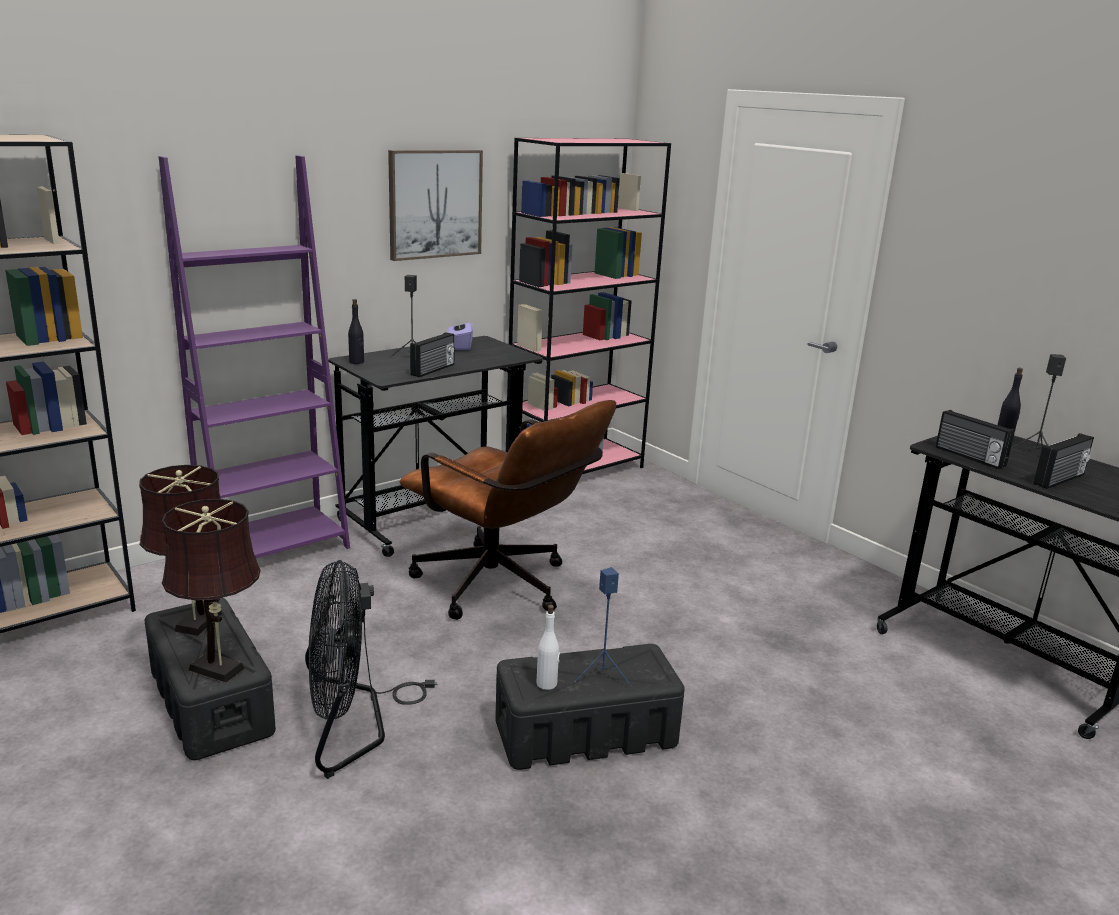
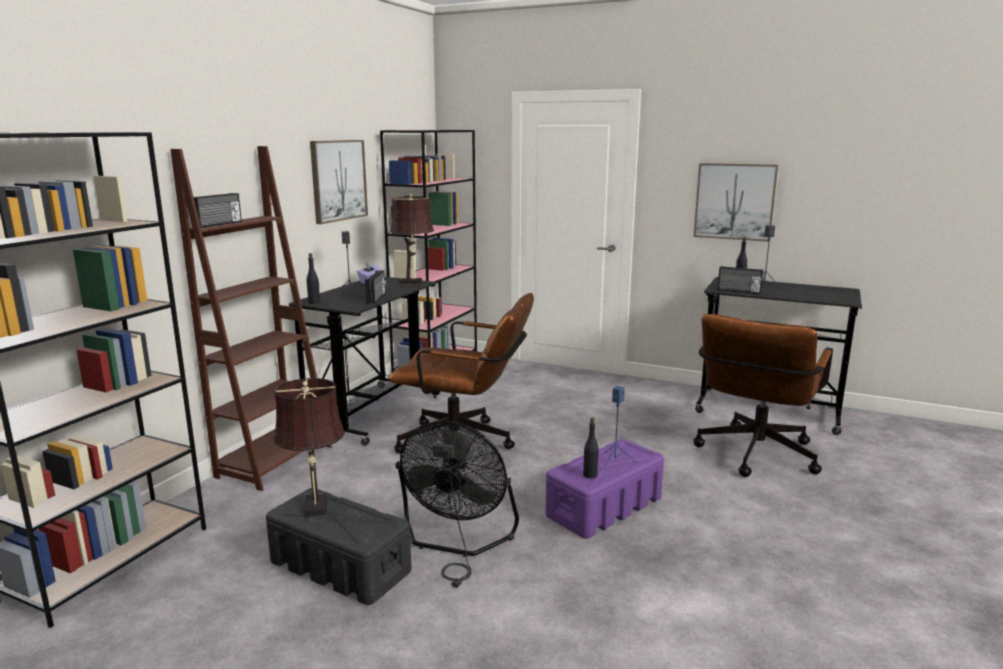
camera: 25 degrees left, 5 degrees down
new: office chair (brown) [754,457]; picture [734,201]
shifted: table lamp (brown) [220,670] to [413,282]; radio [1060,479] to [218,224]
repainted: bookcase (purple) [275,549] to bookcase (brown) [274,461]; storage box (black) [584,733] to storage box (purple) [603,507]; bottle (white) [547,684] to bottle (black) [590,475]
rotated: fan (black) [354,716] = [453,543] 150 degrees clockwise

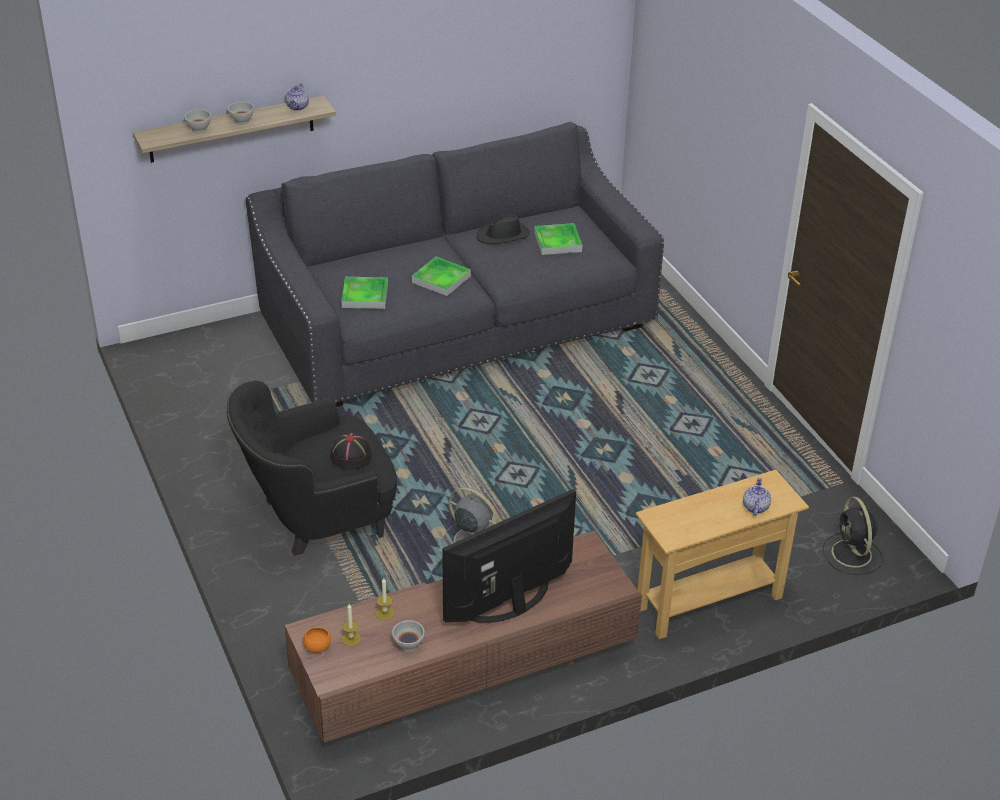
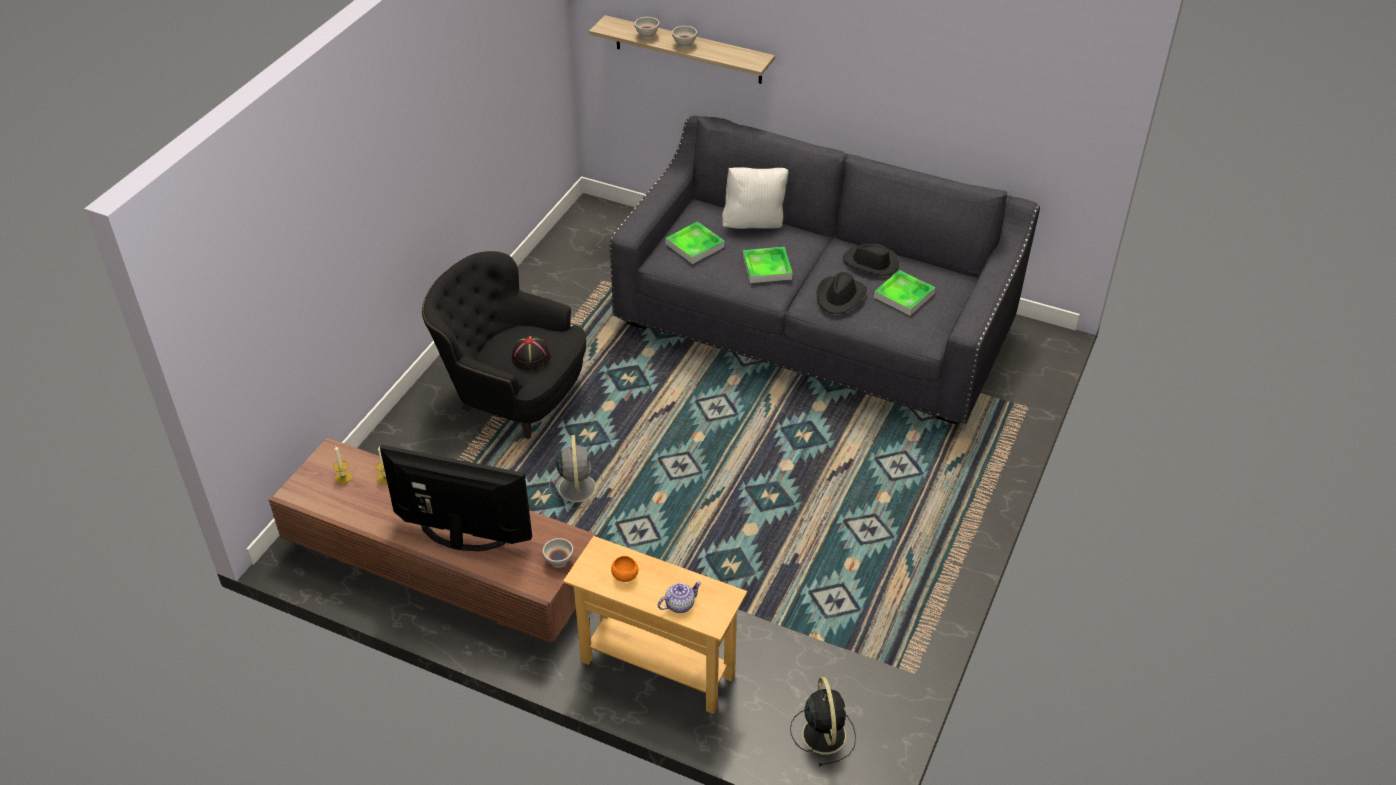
camera: 50 degrees right, 5 degrees up
gone: teapot [297,107]
new: pillow (white) [754,224]; hat (black) [840,296]
shifted: bowl (orange) [317,648] to [625,576]; bowl (white) [408,644] to [559,560]
rotated: fan (black) [852,555] = [823,733] 135 degrees clockwise

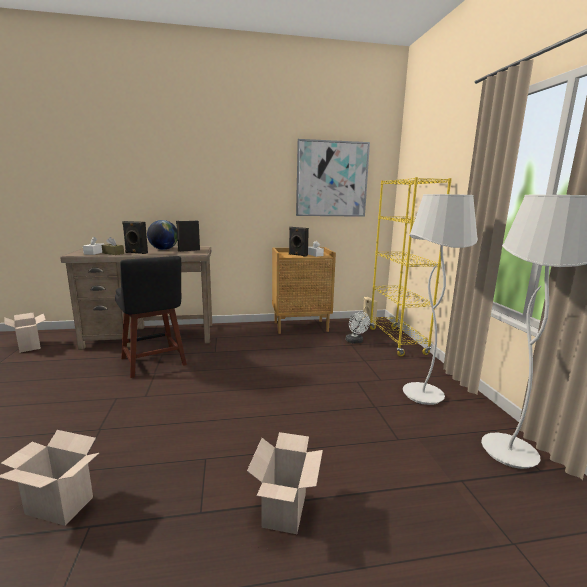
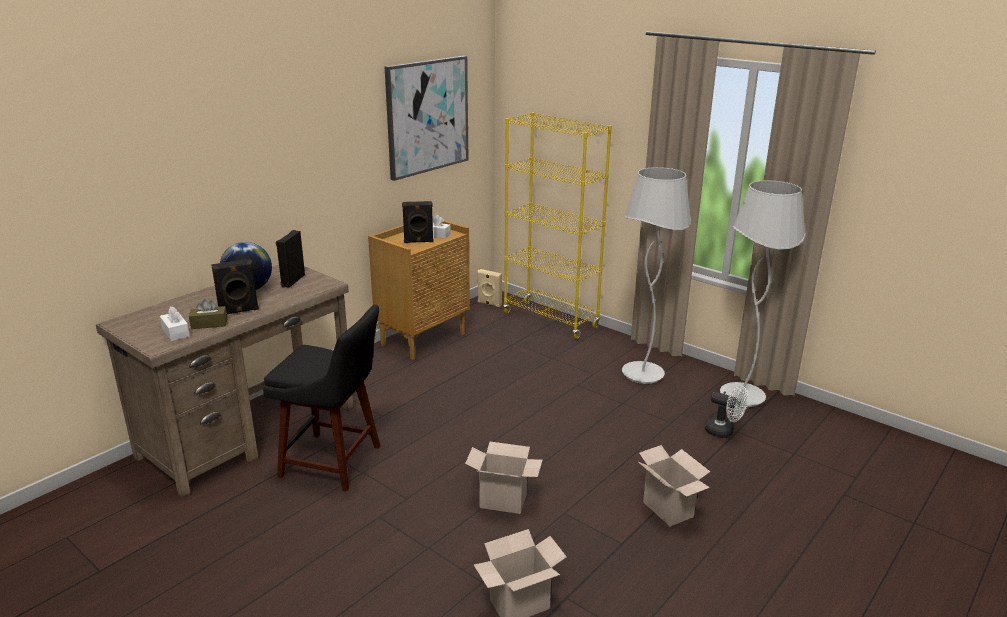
camera: 40 degrees left, 10 degrees up
shifted: cardboard box [30,346] to [505,500]; fan (white) [355,341] to [724,432]

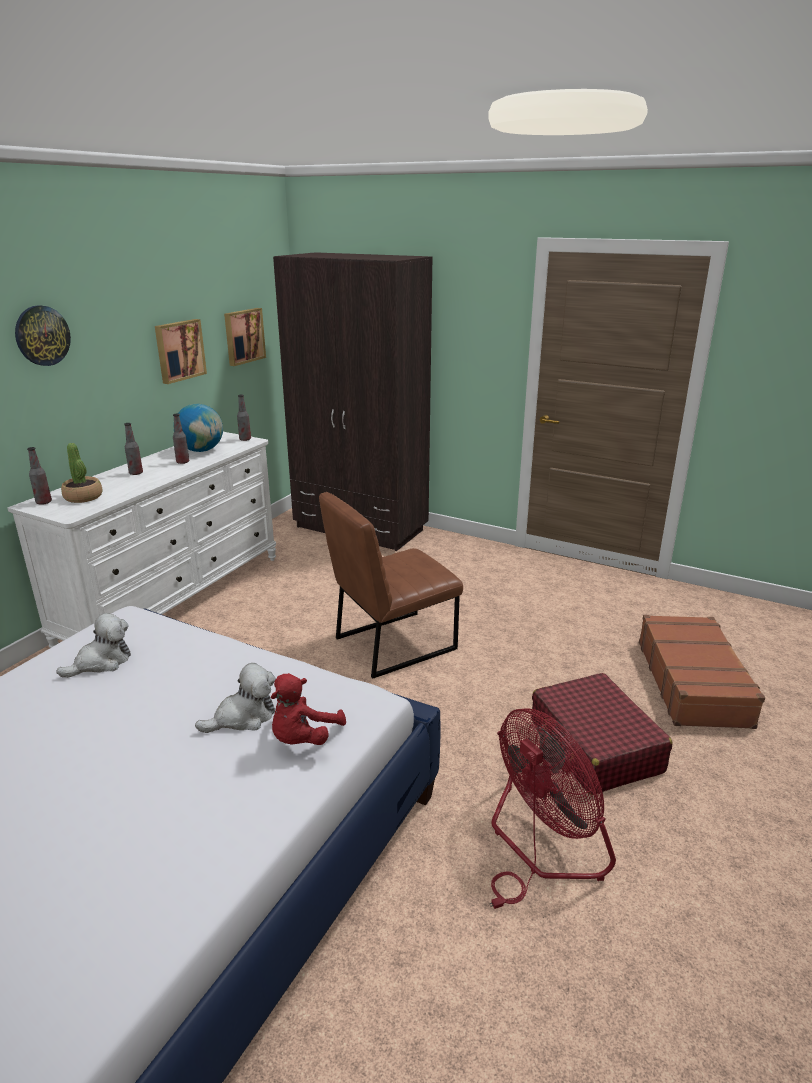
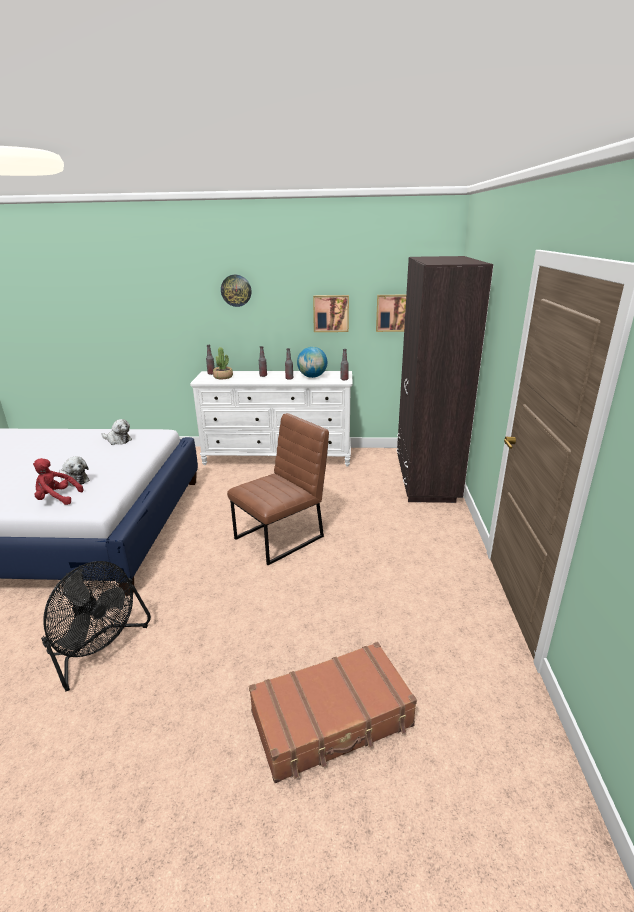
camera: 65 degrees right, 0 degrees up
gone: suitcase (red) [595,746]
repainted: fan (red) [534,846] to fan (black) [94,650]
rotated: chair (brown) [392,644] = [281,536] 105 degrees clockwise

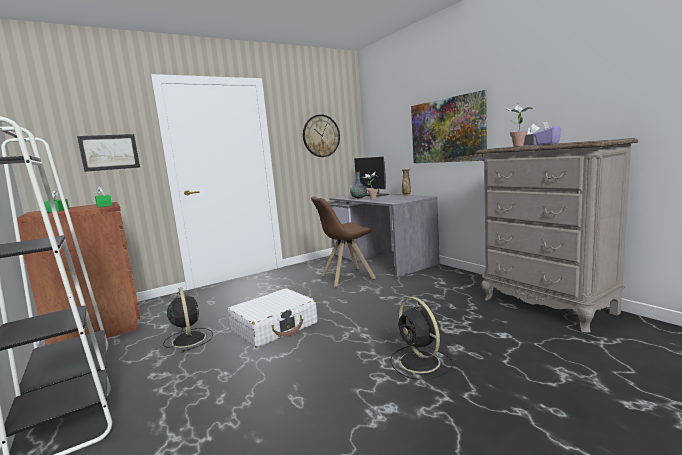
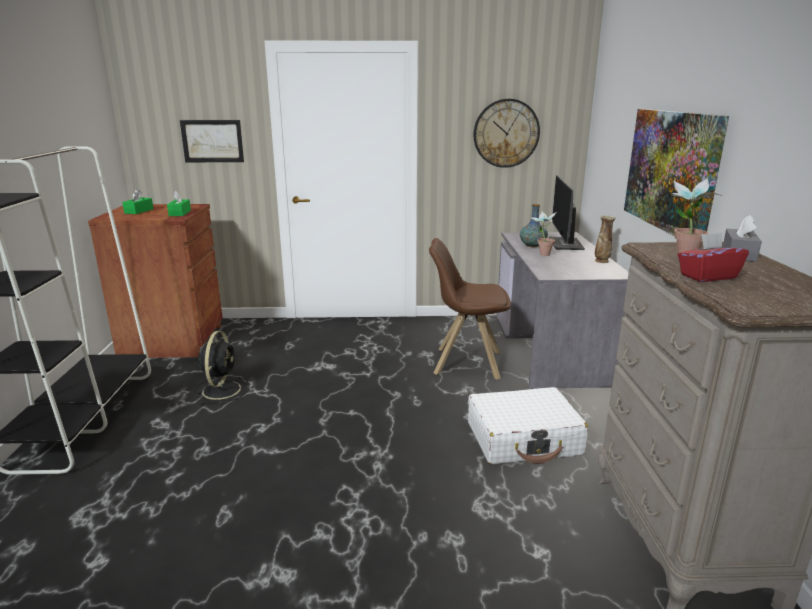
camera: 30 degrees right, 10 degrees up
gone: fan (black) [421,363]
shifted: suitcase (white) [275,327] to [524,439]
repainted: tissue box (purple) [547,144] to tissue box (red) [707,276]

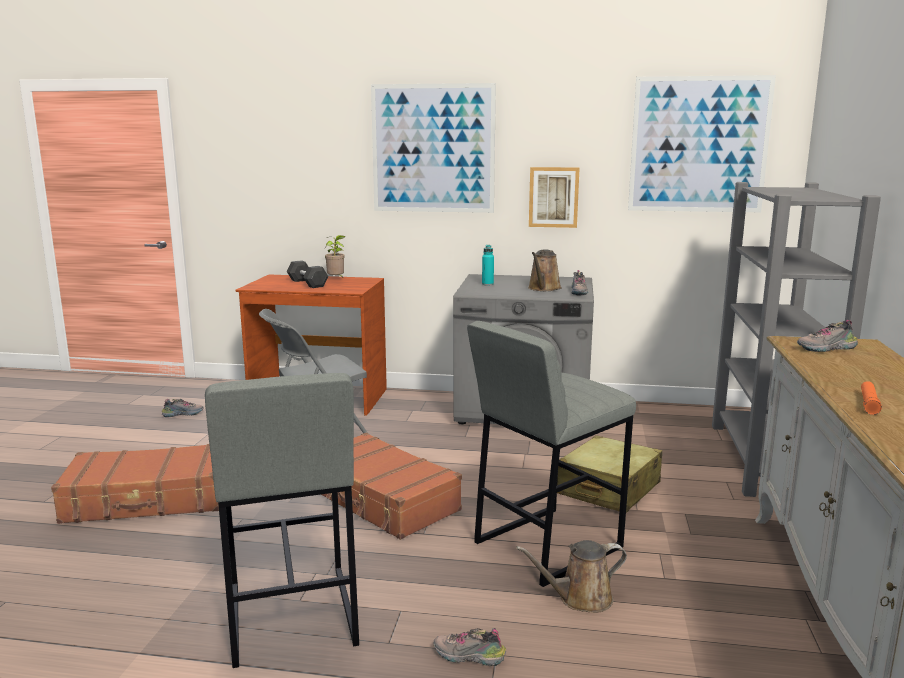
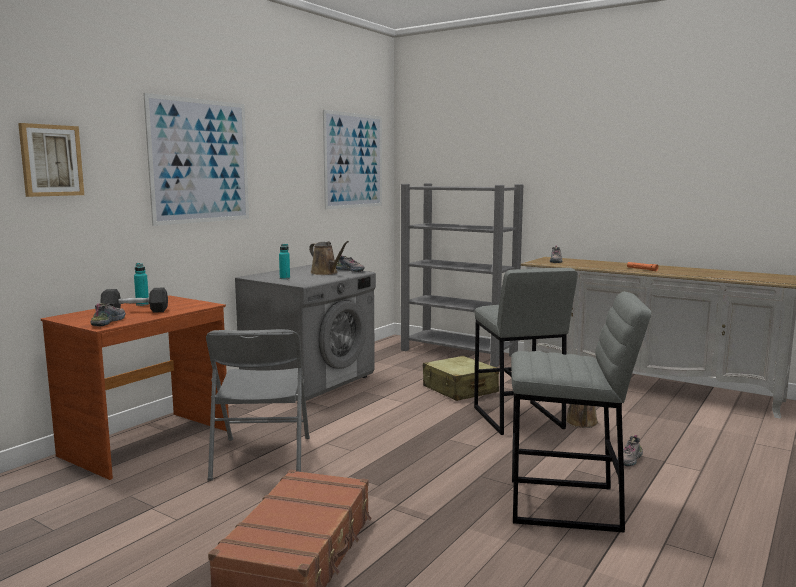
camera: 65 degrees left, 5 degrees down
gone: suitcase (brown) [381,500]
shifted: shoe [183,414] to [108,322]; picture [553,197] to [51,160]
swapped: potted plant [336,280] to bottle (turquoise) [142,304]

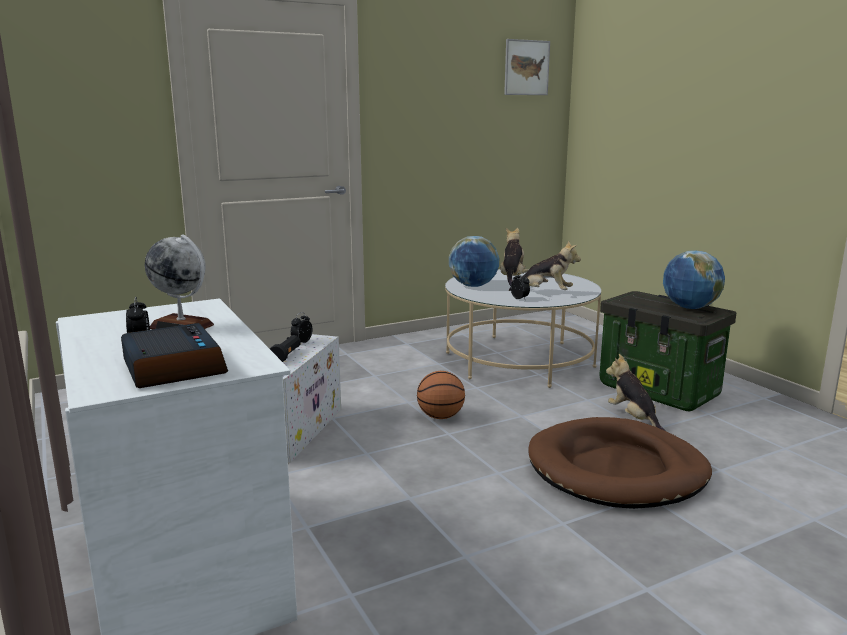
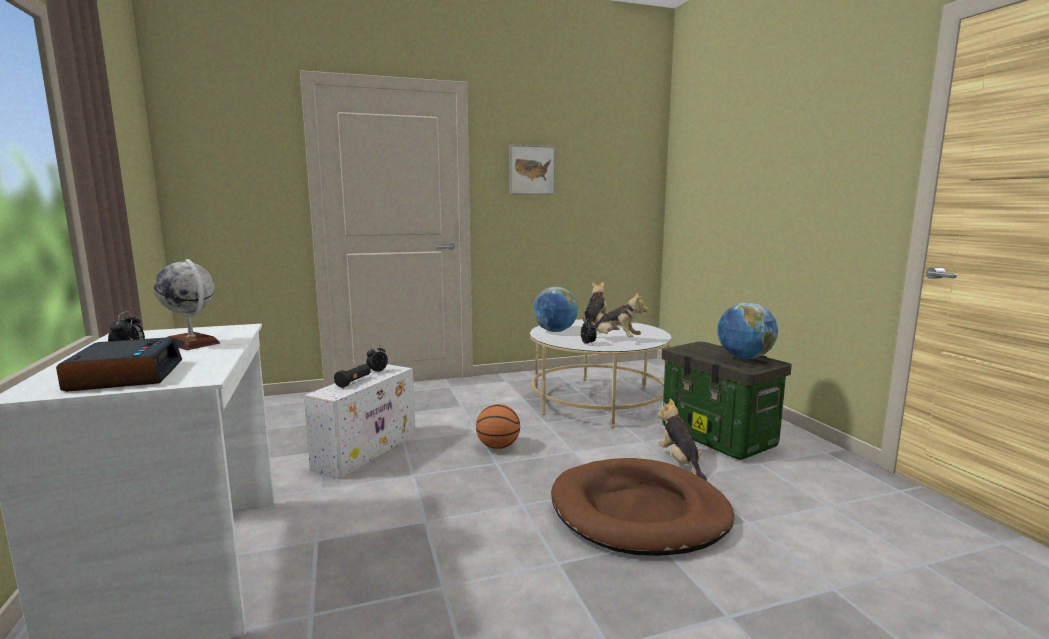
camera: 10 degrees right, 5 degrees down
shifted: picture [526,67] to [532,170]

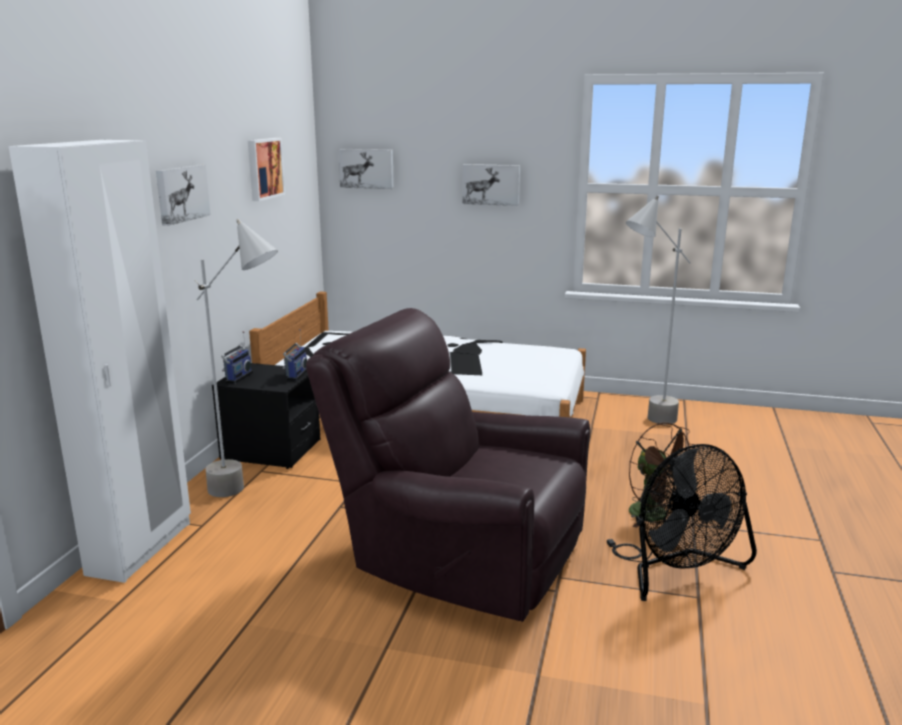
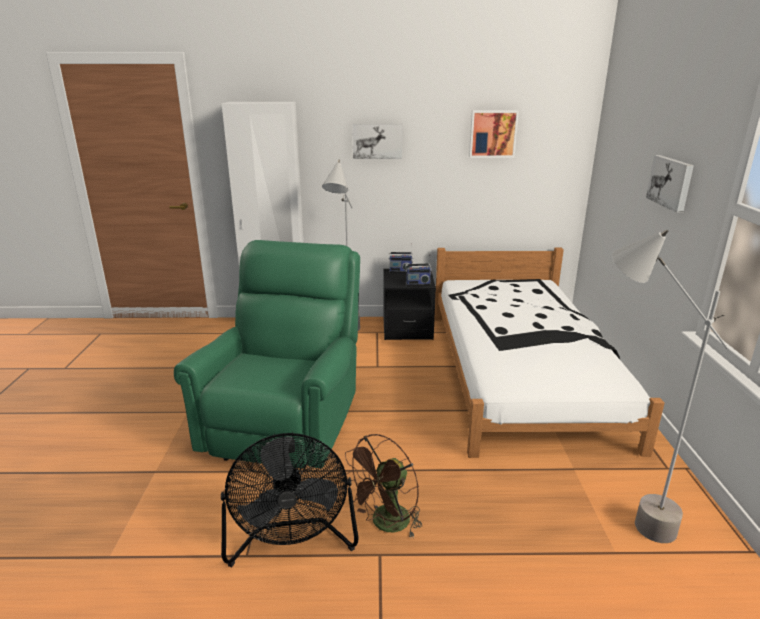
camera: 75 degrees right, 5 degrees up
gone: picture [367,168]
repainted: armchair (brown) [457,558] to armchair (green) [286,421]
rotated: fan (black) [673,571] = [287,538] 60 degrees counterclockwise

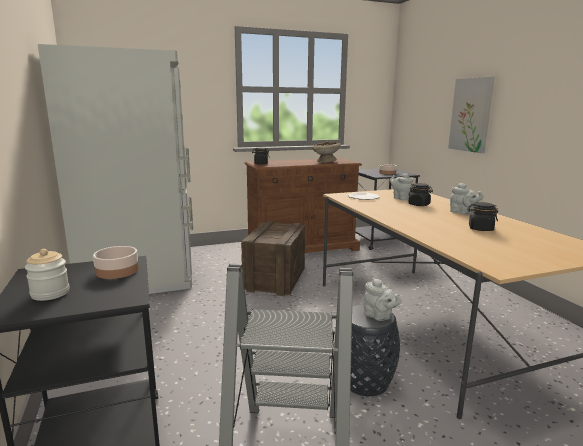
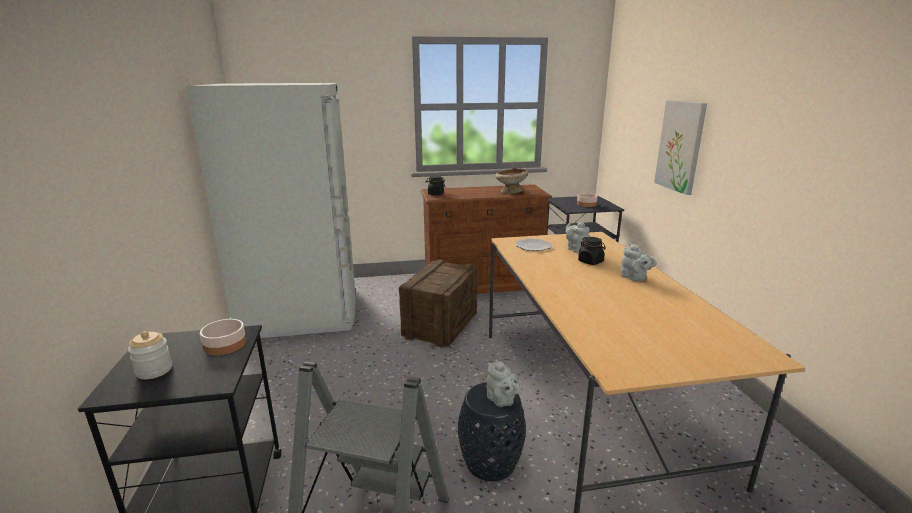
camera: 10 degrees right, 5 degrees up
gone: jar (black) [480,229]

